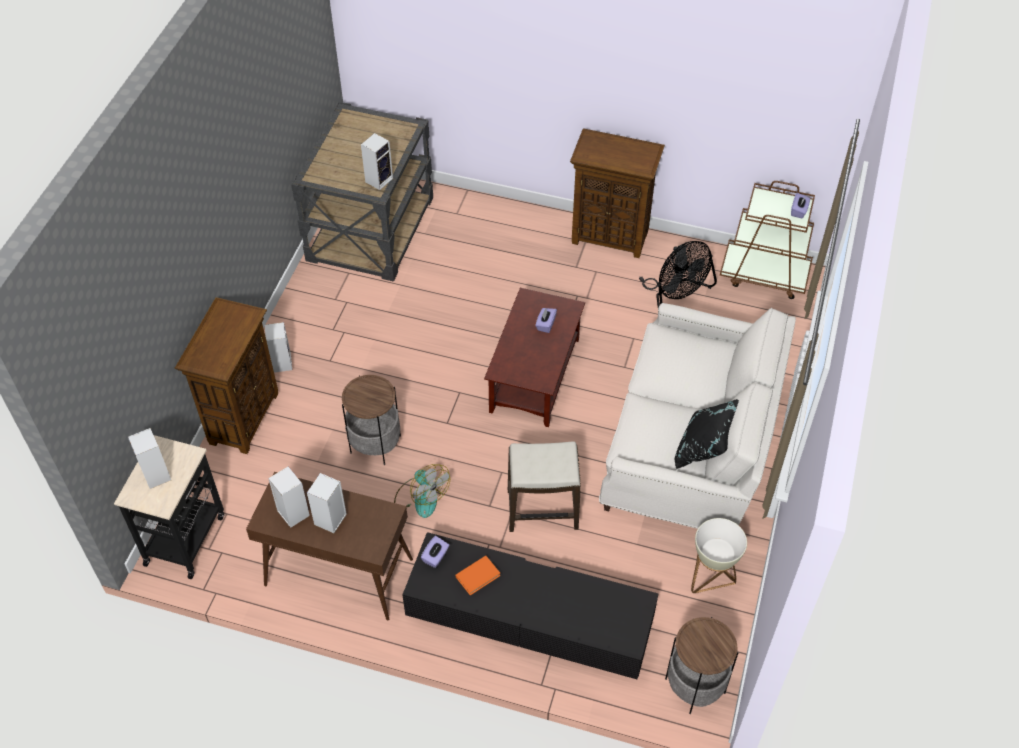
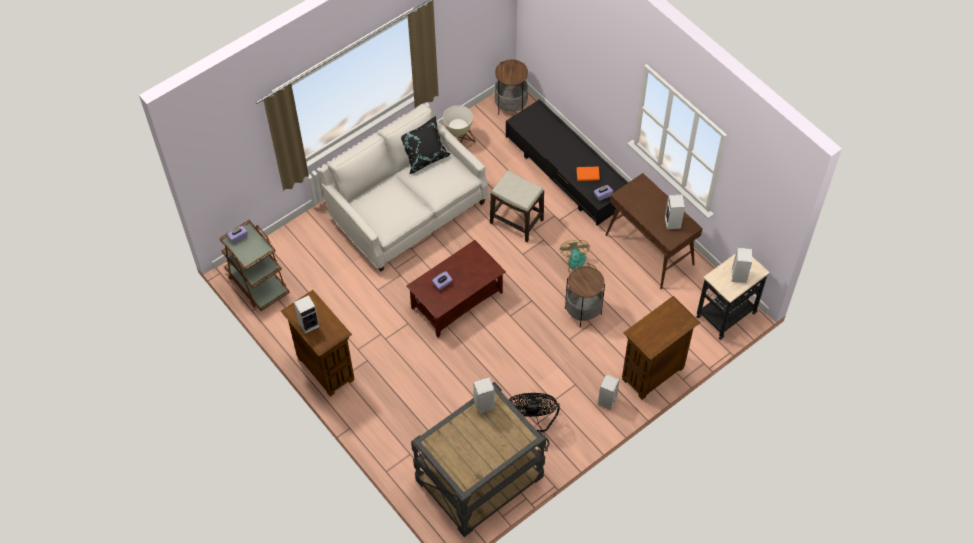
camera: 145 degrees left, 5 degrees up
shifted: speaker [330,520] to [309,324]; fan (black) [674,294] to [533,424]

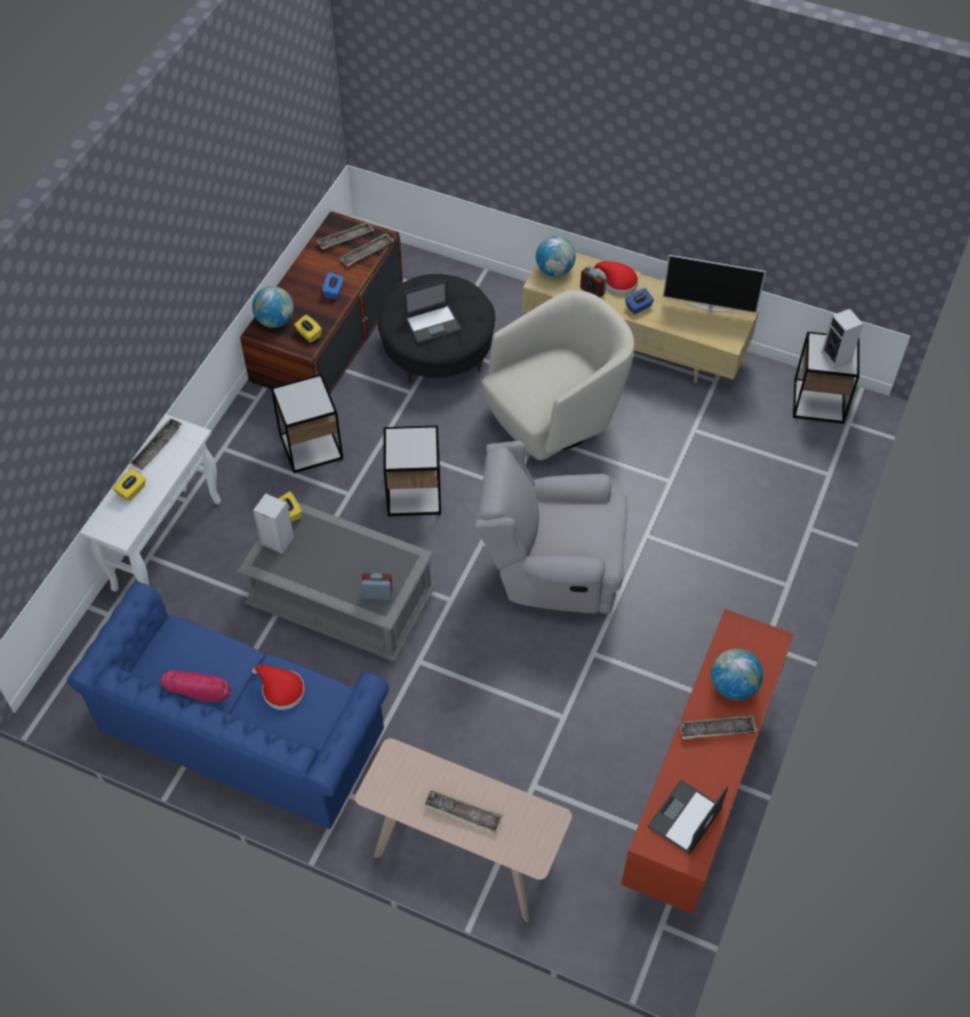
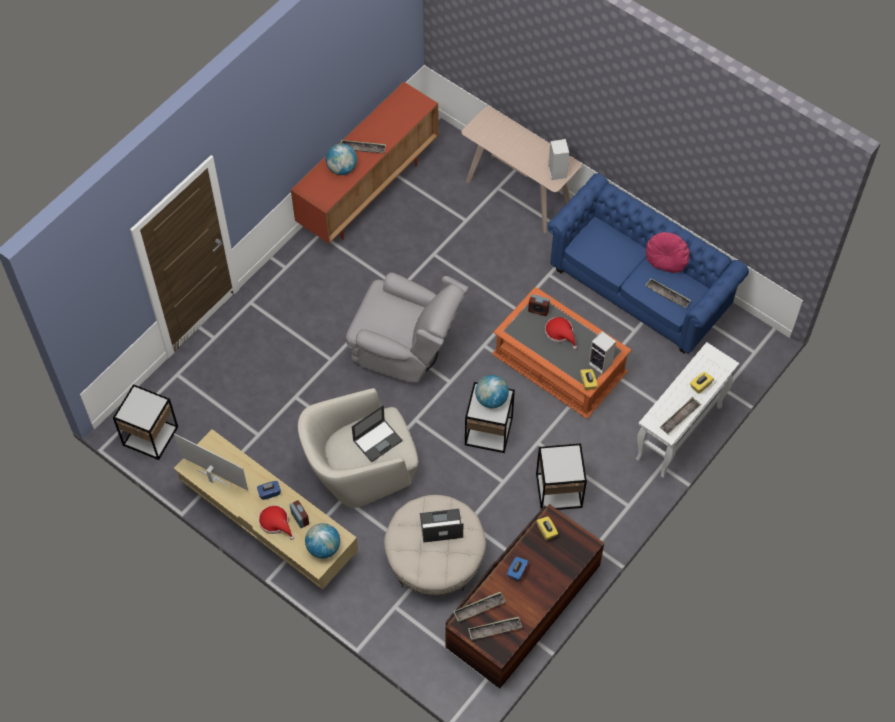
camera: 165 degrees left, 5 degrees up
shifted: globe [275,321] to [491,399]; hat (red) [280,690] to [560,333]; tray [463,813] to [667,295]; laptop [684,818] to [378,440]; speaker [837,358] to [556,171]
repainted: coffee table (grey) [340,596] to coffee table (orange) [560,365]; ottoman (black) [438,350] to ottoman (beige) [435,558]

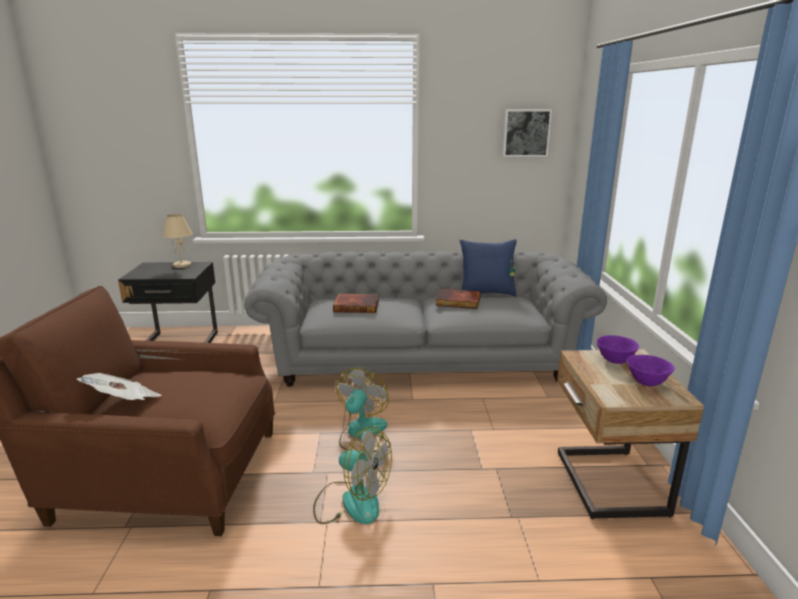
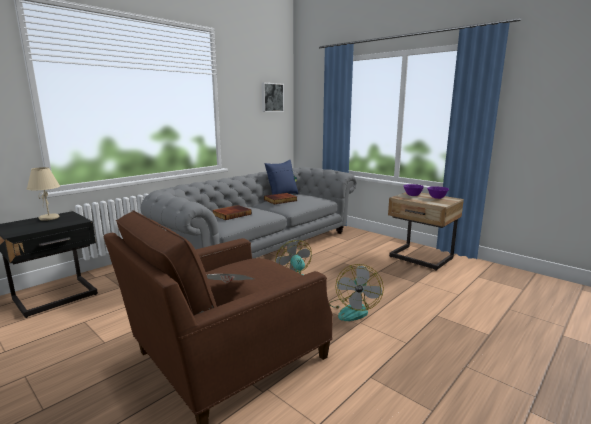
camera: 45 degrees left, 5 degrees down
rotated: fan [351,501] = [353,310] 120 degrees clockwise

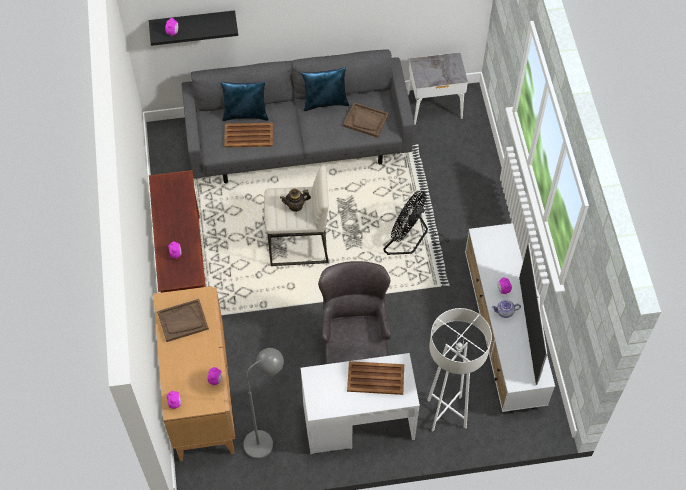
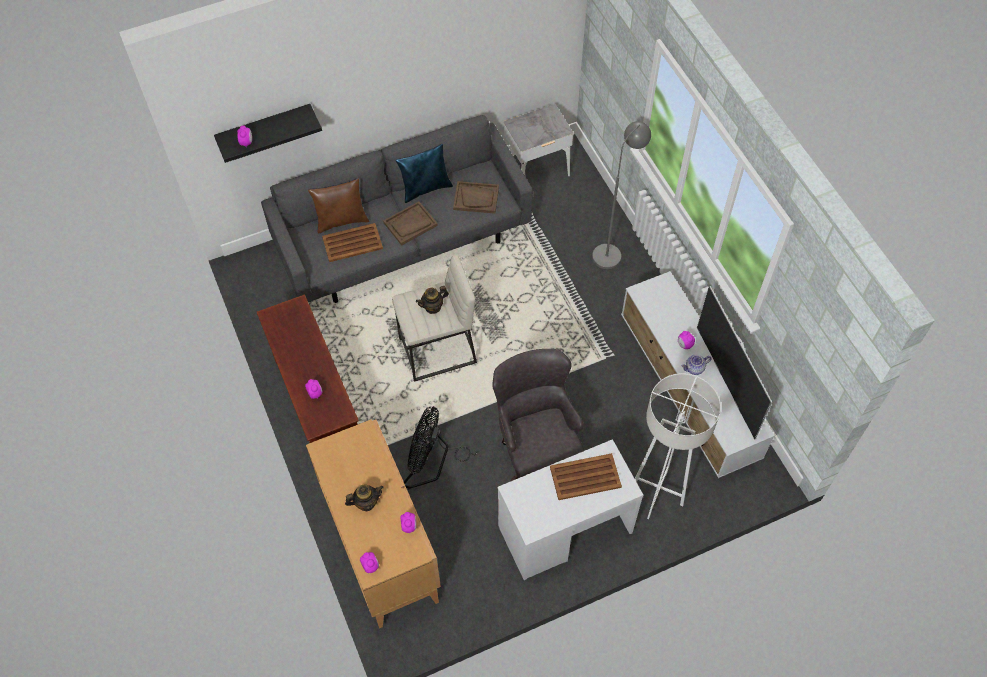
camera: 15 degrees left, 0 degrees up
new: teapot [366,502]
shifted: tray (brown) [183,321] to [410,224]; floor lamp (grey) [266,440] to [611,251]; fan (black) [413,236] to [433,458]
repainted: pillow (blue) [246,114] to pillow (brown) [342,220]

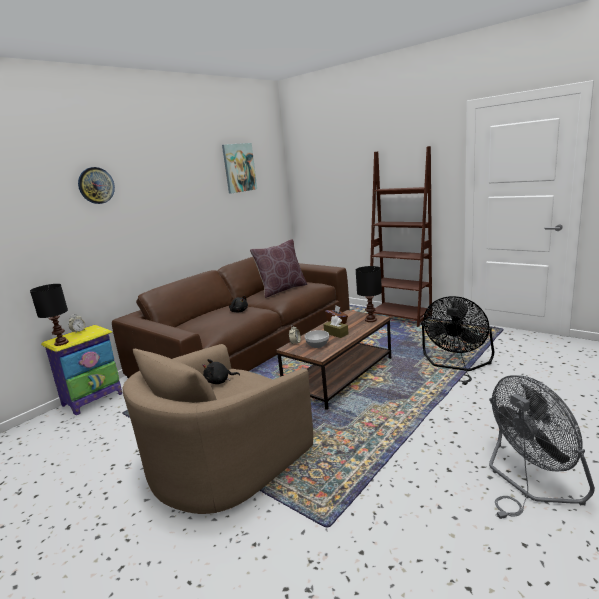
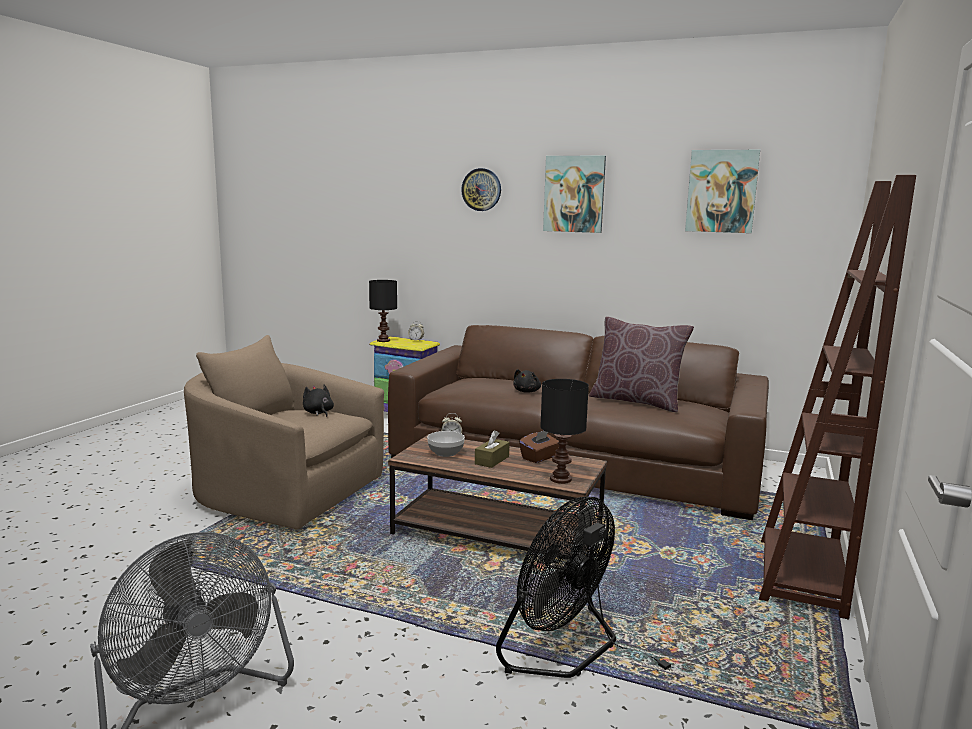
camera: 70 degrees right, 5 degrees down
new: picture [574,194]
rotated: fan (black) [456,365] = [579,649] 150 degrees counterclockwise

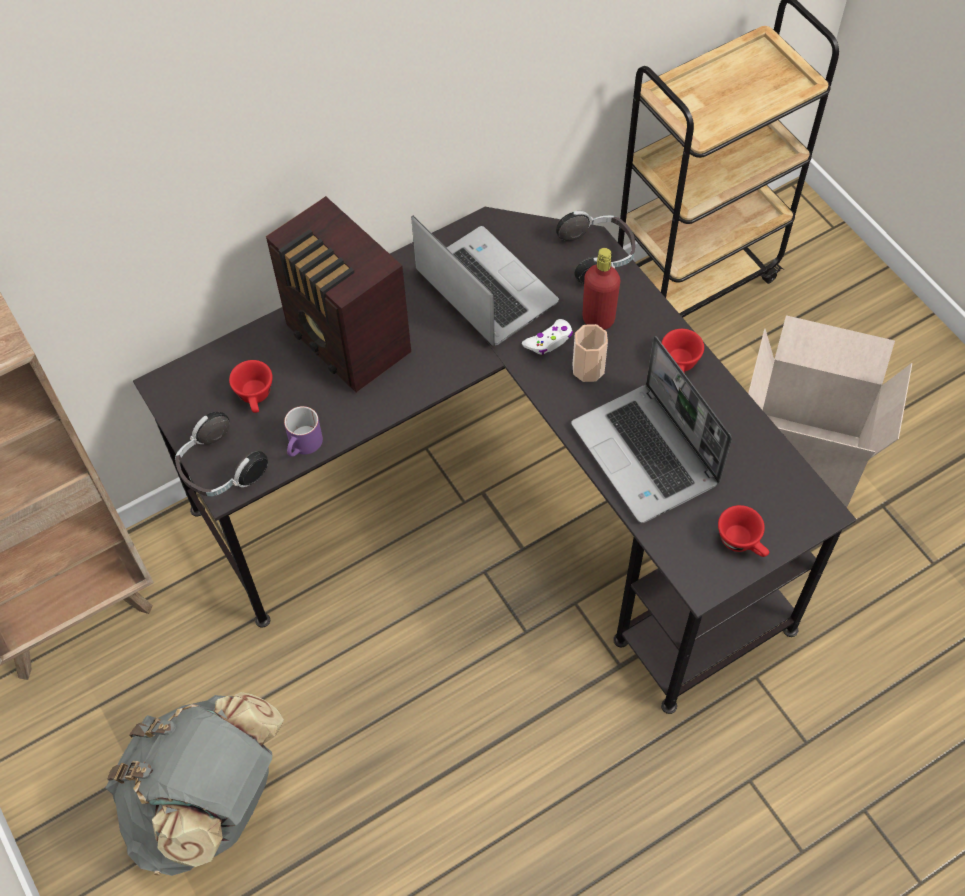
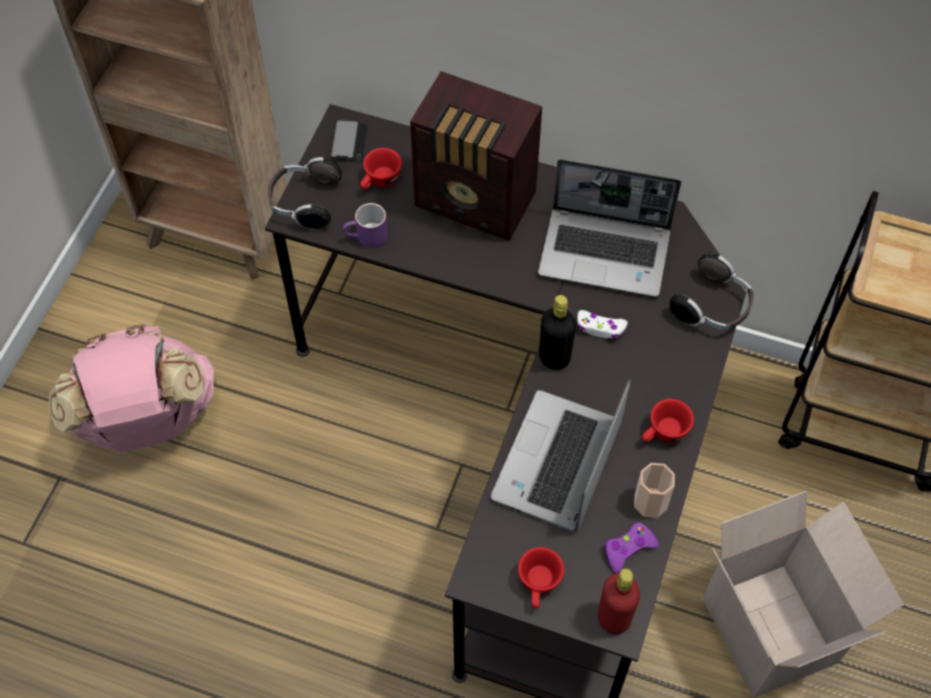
camera: 50 degrees right, 0 degrees up
new: phone [349,142]; bottle (black) [554,357]; game controller (purple) [628,549]
shifted: cup [588,369] to [650,502]; bottle (red) [598,319] to [614,618]
repainted: backpack (grey) [210,803] to backpack (pink) [146,420]
rotated: radio [348,342] = [476,202] 75 degrees counterclockwise; laptop [483,288] = [606,252] 90 degrees clockwise

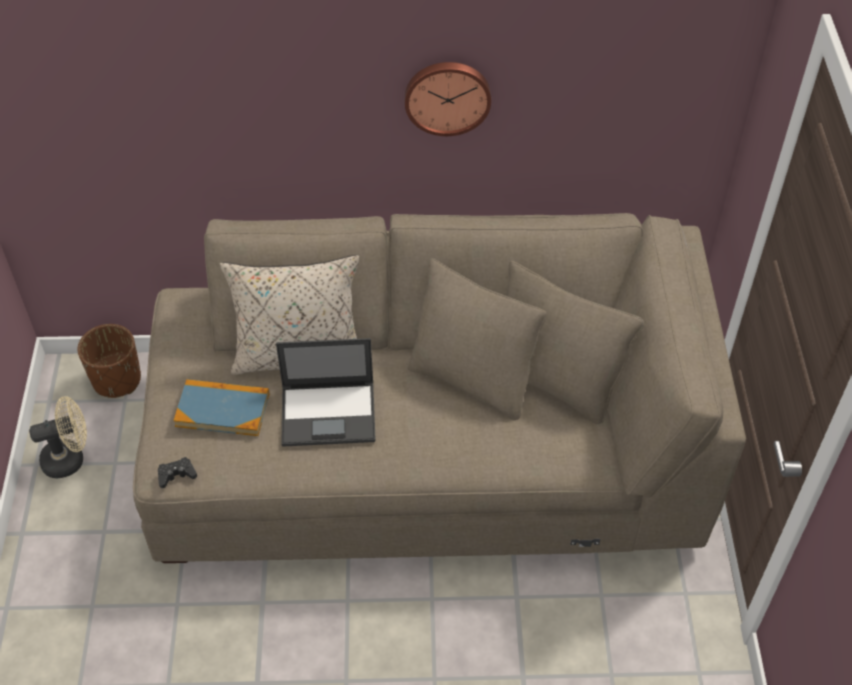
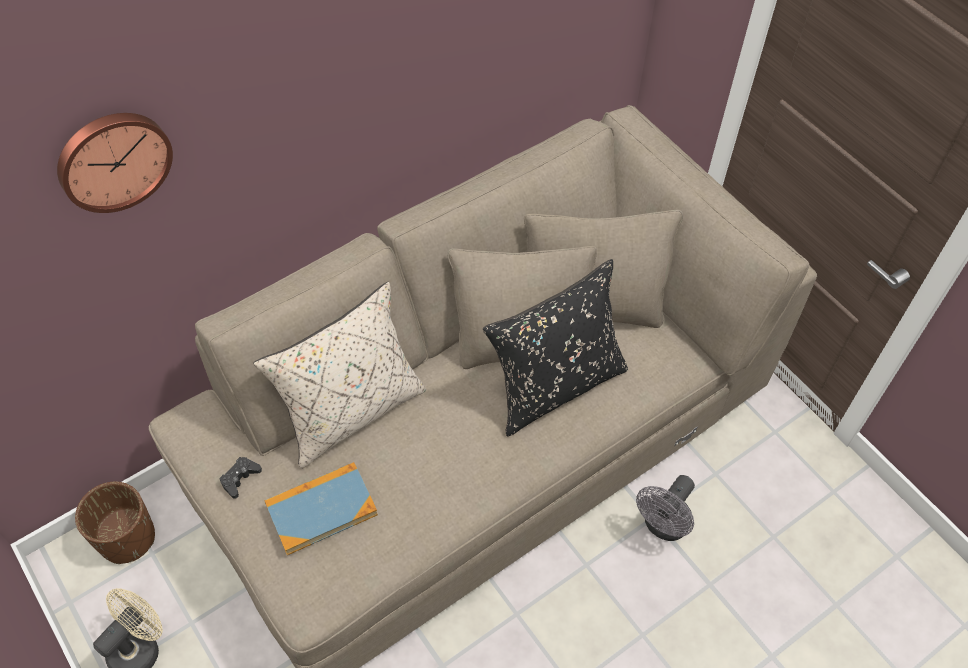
camera: 35 degrees left, 5 degrees up
gone: laptop [329,413]
new: pillow (black) [554,385]; fan (grey) [663,526]
shifted: game controller (black) [176,475] to [240,478]; wall clock [447,96] to [113,159]

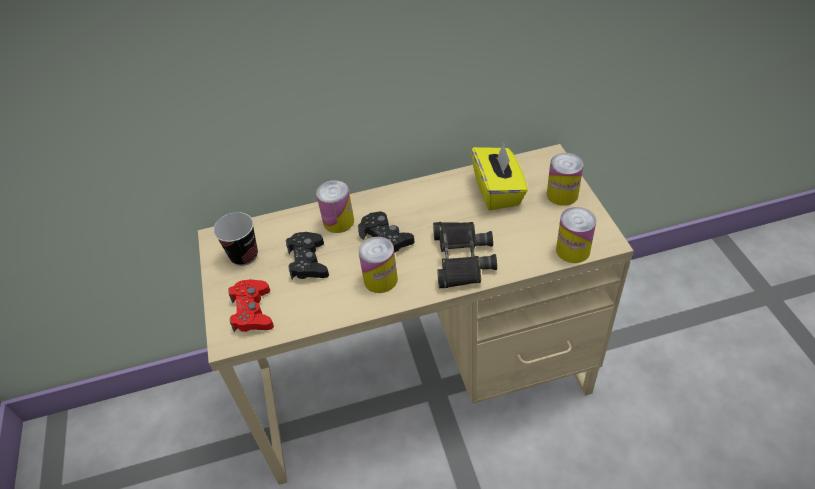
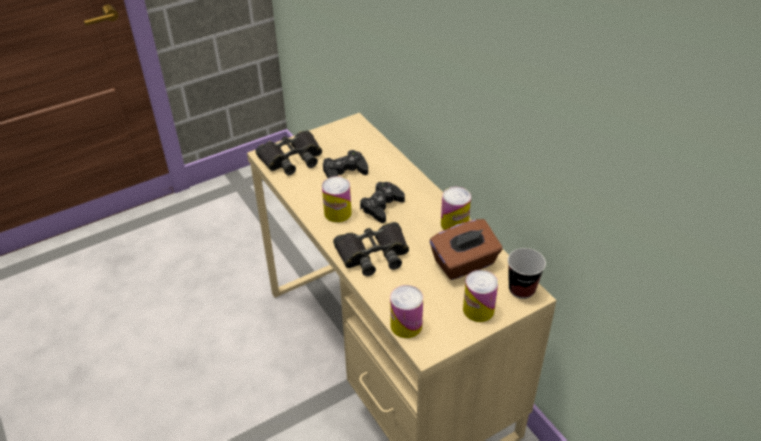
camera: 70 degrees right, 5 degrees down
shifted: cup [244,256] to [521,289]; can [338,221] to [454,224]
swapped: game controller (red) [252,311] to binoculars (black) [291,158]
repainted: tissue box (yellow) [498,191] to tissue box (brown) [464,264]

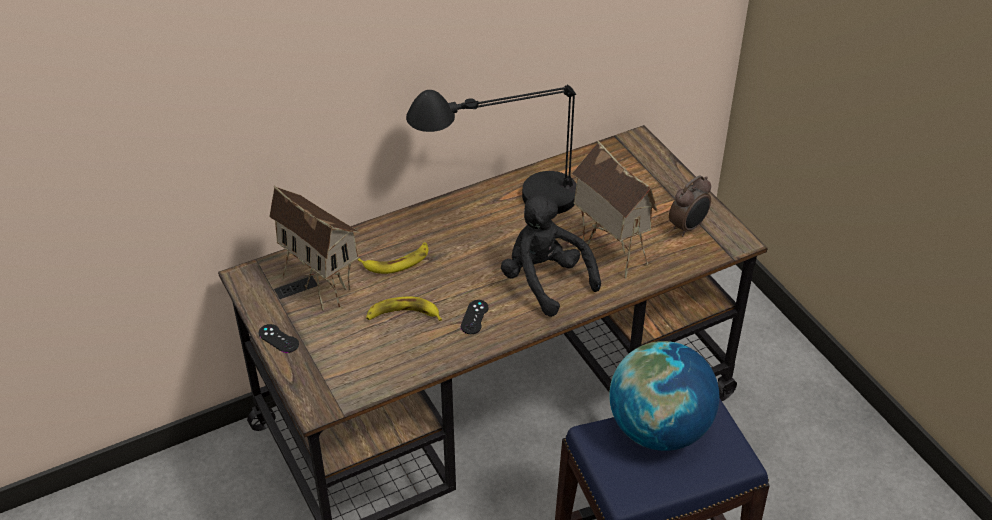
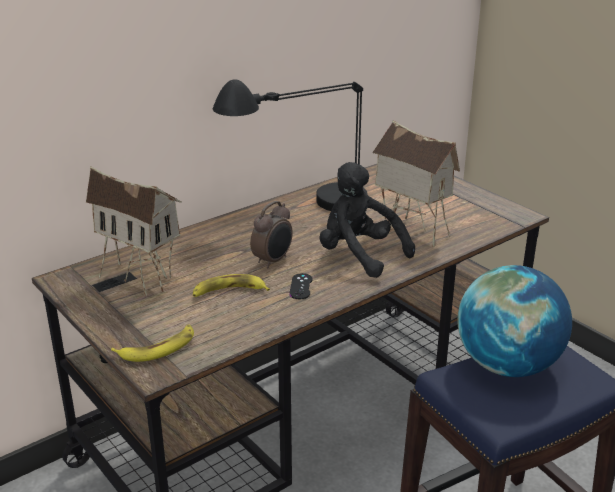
camera: 10 degrees left, 15 degrees down
gone: game controller (black) [278,338]
shifted: banana [397,261] to [158,348]; alarm clock [688,227] to [273,261]

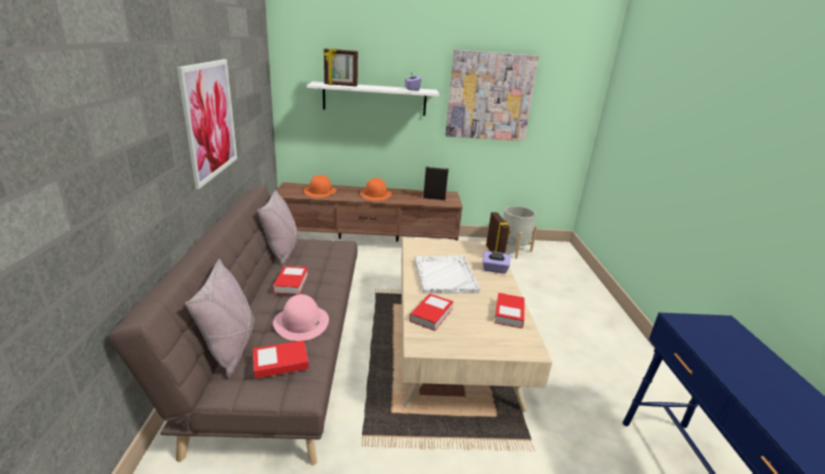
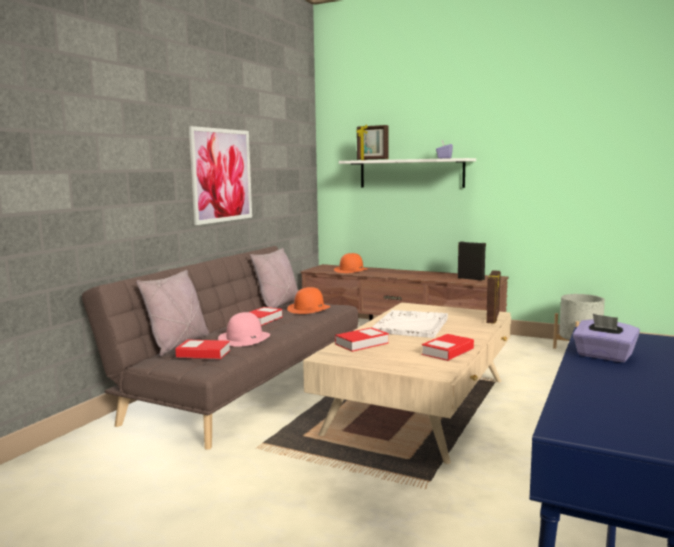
camera: 30 degrees right, 15 degrees down
gone: picture [490,96]
shifted: hat (orange) [375,194] to [309,308]; tissue box (purple) [494,269] to [604,356]

